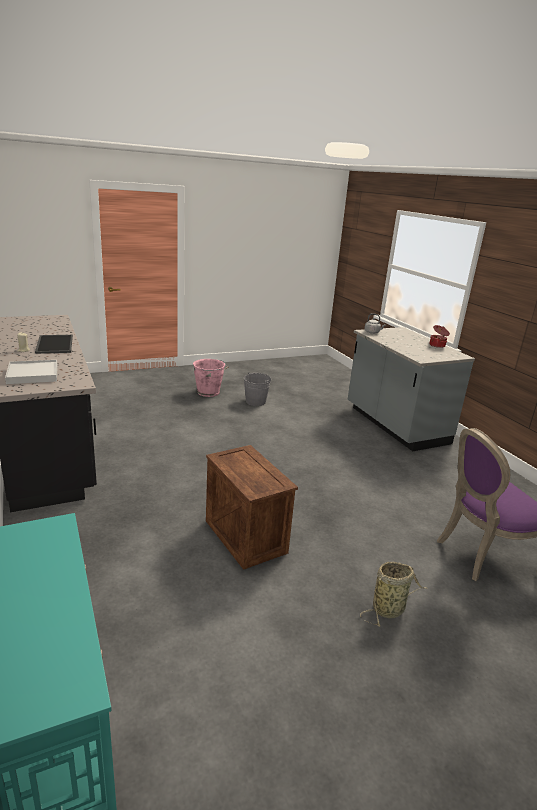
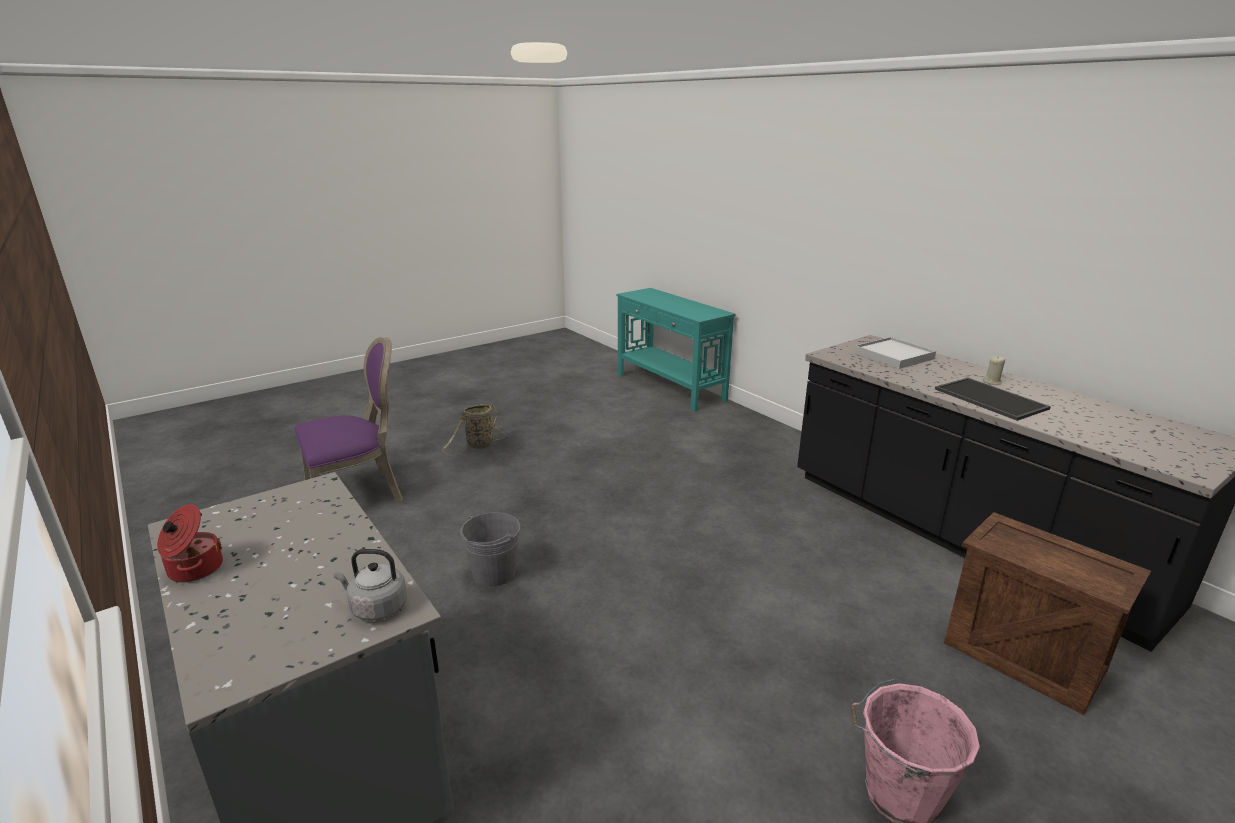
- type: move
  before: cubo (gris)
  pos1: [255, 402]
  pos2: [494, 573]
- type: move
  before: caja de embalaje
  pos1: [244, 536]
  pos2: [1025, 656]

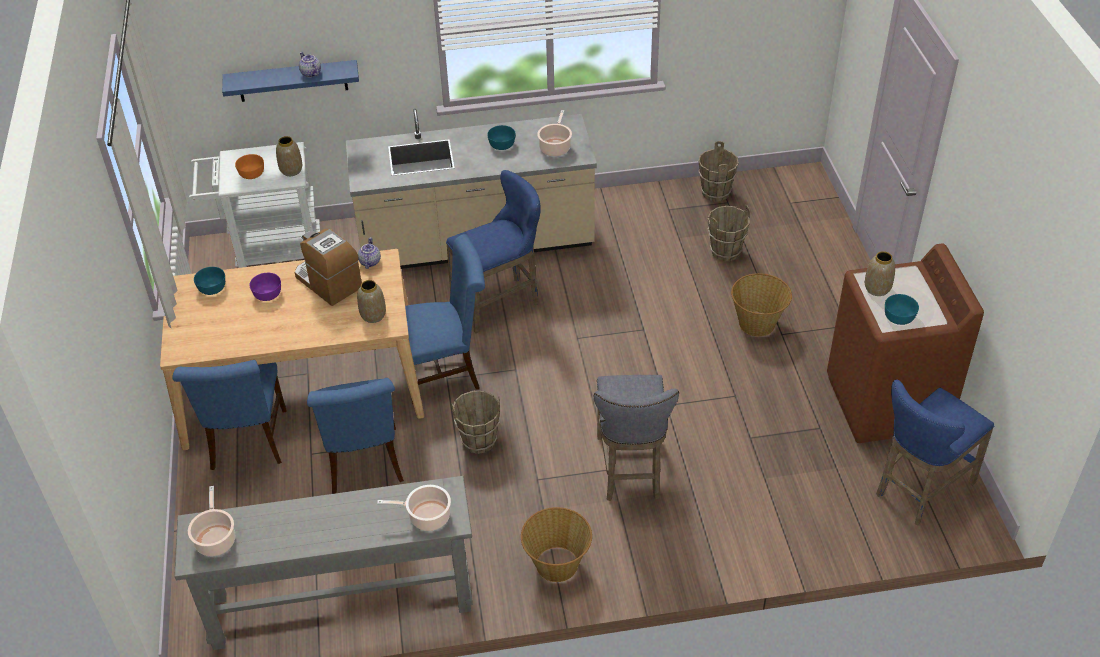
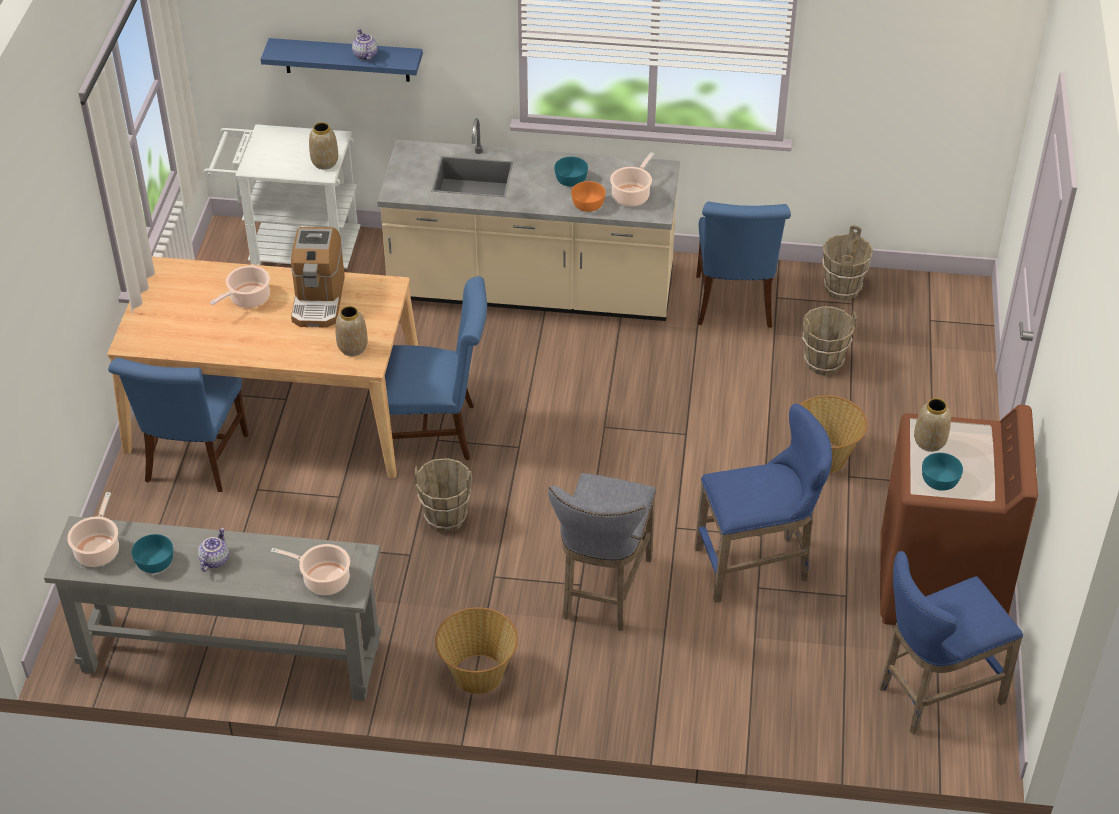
- type: move
  before: cuenco (turquesa)
  pos1: [212, 287]
  pos2: [155, 562]
- type: move
  before: tetera
  pos1: [369, 262]
  pos2: [214, 560]
- type: replace
  before: cuenco (morado)
  after: olla
  pos1: [267, 294]
  pos2: [247, 299]
- type: rotate
  before: cafetera
  pos1: [328, 282]
  pos2: [318, 299]
  turn: -150
- type: move
  before: cuenco (naranja)
  pos1: [251, 174]
  pos2: [588, 205]
- type: move
  before: taburete (azul)
  pos1: [500, 302]
  pos2: [758, 566]
- type: move
  before: silla (azul)
  pos1: [364, 465]
  pos2: [735, 305]

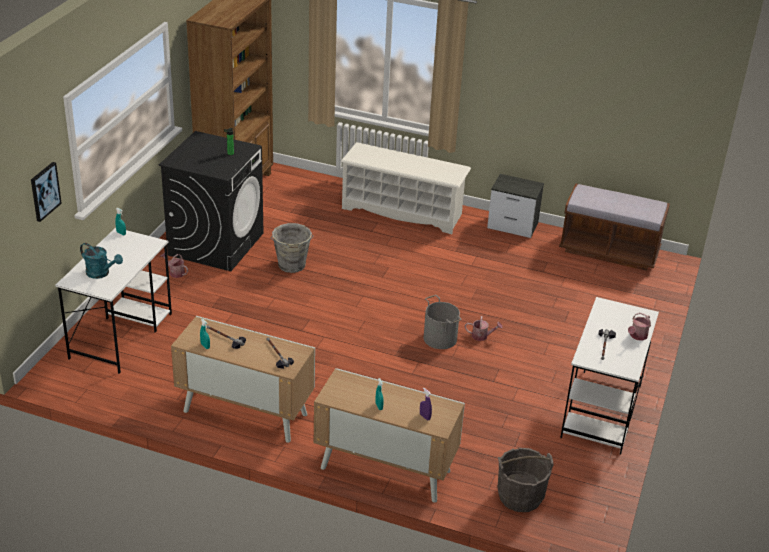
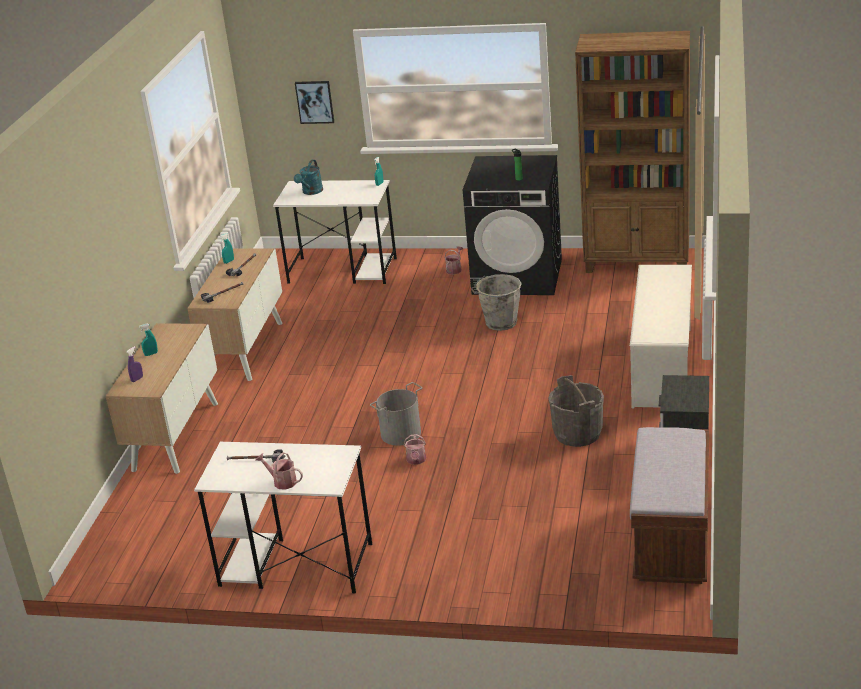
- type: move
  before: cubo (gris)
  pos1: [520, 496]
  pos2: [578, 434]

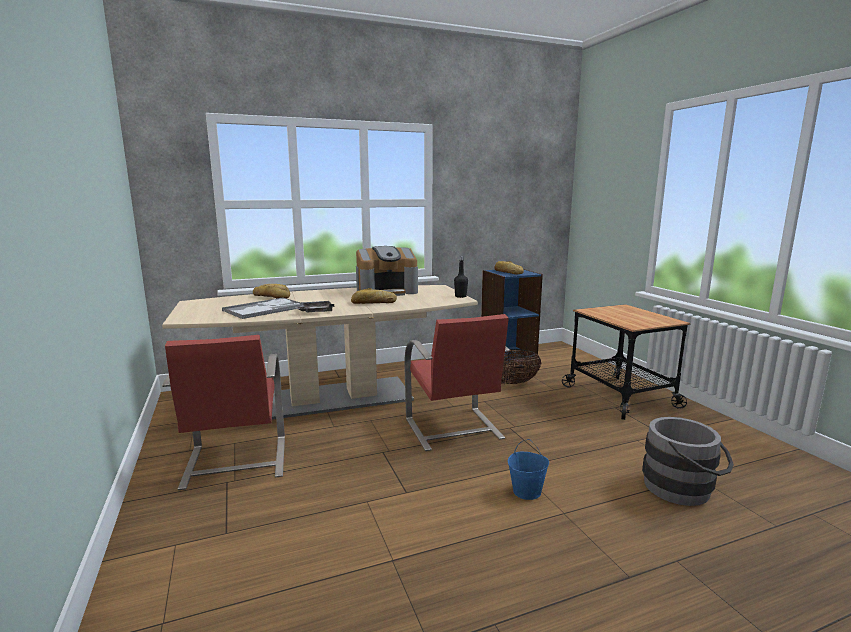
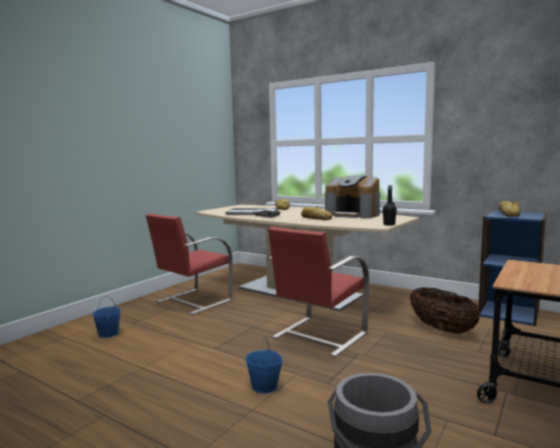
- type: insert
  after: cubo (azul)
  pos2: [108, 334]

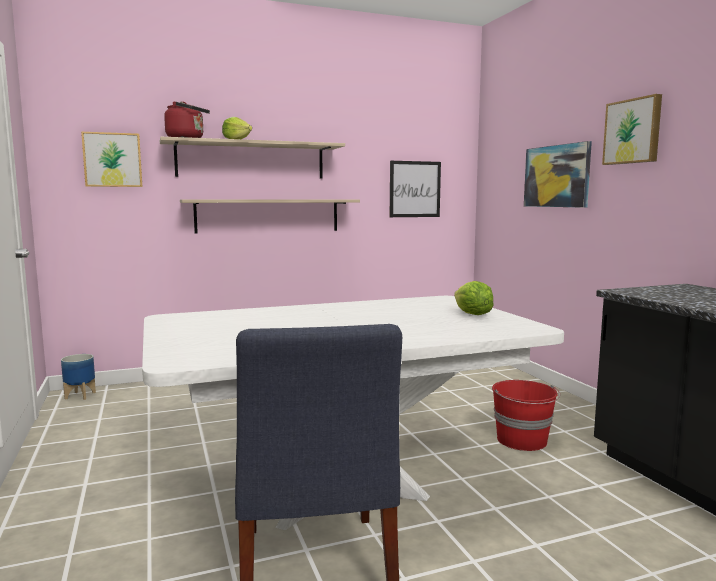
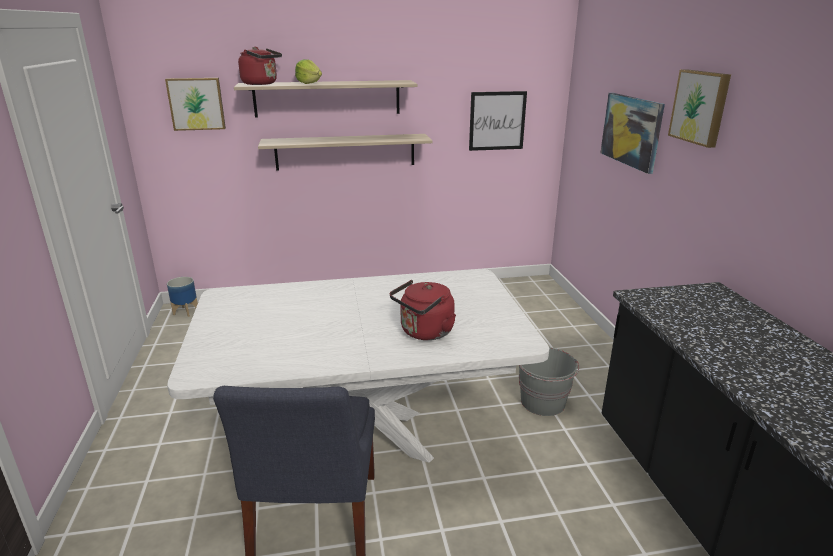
- type: insert
  after: hervidor (rojo)
  pos2: [424, 332]
- type: recolor
  before: cubo (rojo)
  after: cubo (gris)
  pos1: [522, 440]
  pos2: [543, 403]
- type: delete
  before: lechuga
  pos1: [472, 314]

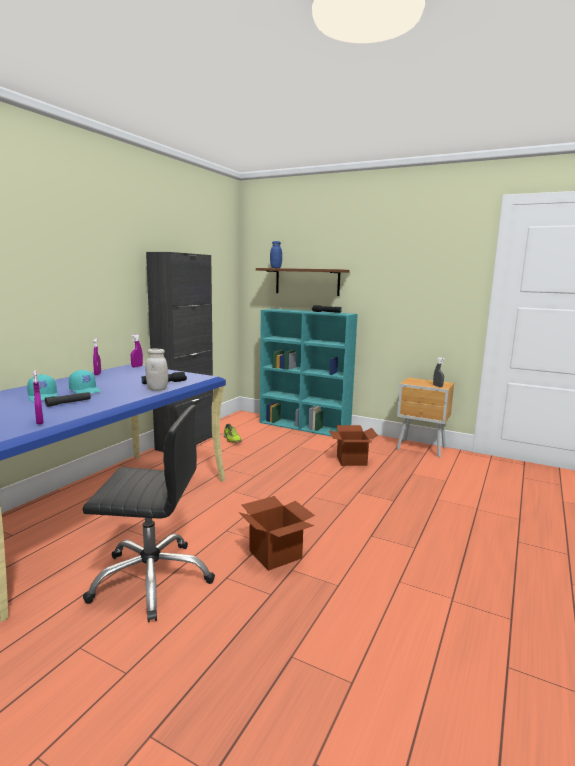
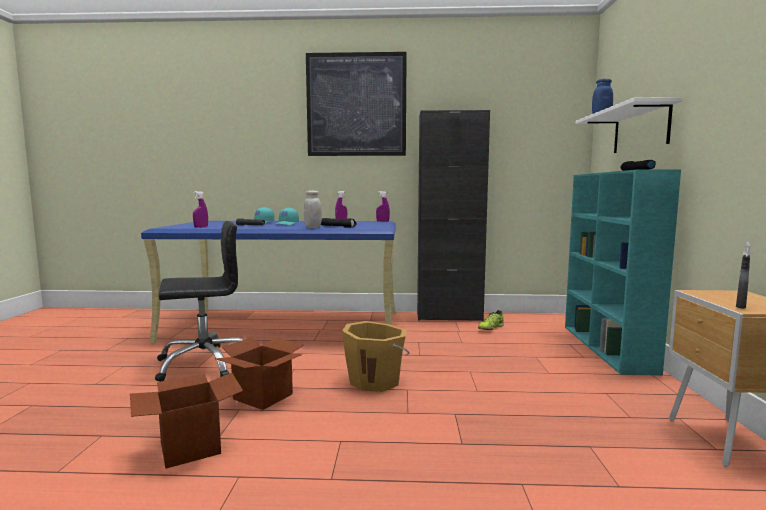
- type: move
  before: caja de cartón
  pos1: [351, 460]
  pos2: [190, 448]
- type: rotate
  before: silla de oficina (negro)
  pos1: [152, 579]
  pos2: [205, 363]
  turn: -90
- type: insert
  after: cuadro
  pos2: [356, 105]
- type: insert
  after: cubo (naranja)
  pos2: [375, 380]
- type: recolor
  before: estante (marrón)
  after: estante (blanco)
  pos1: [307, 281]
  pos2: [640, 129]

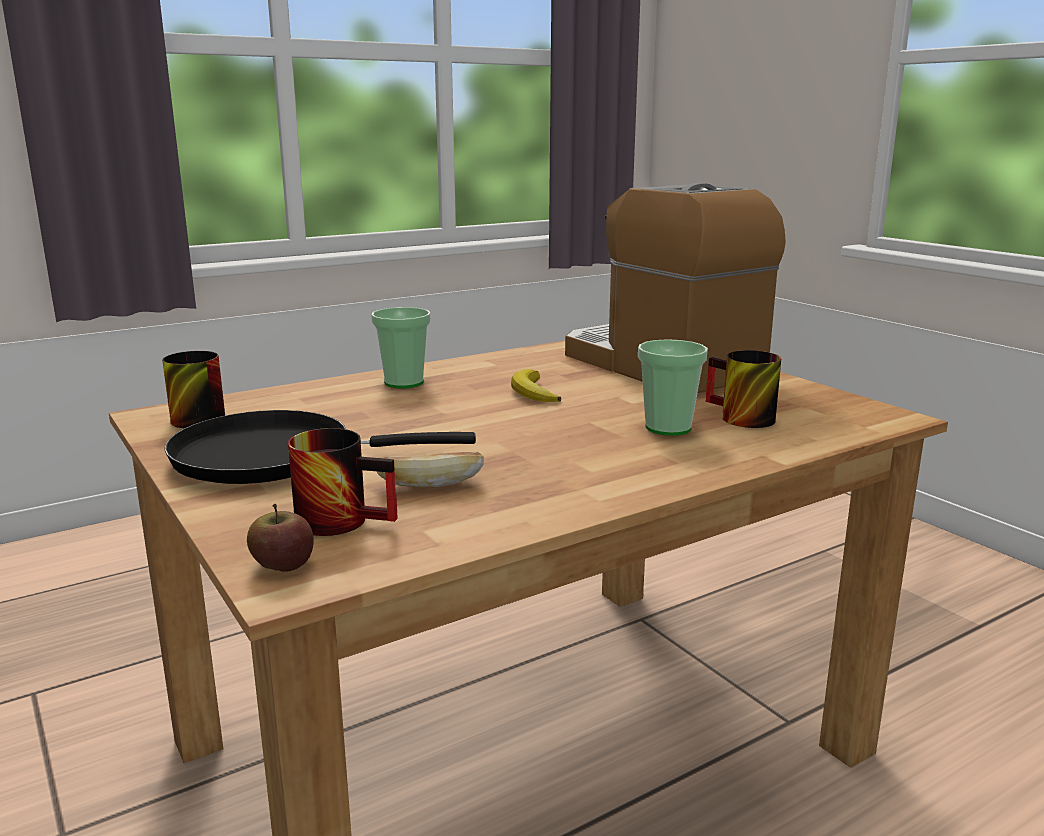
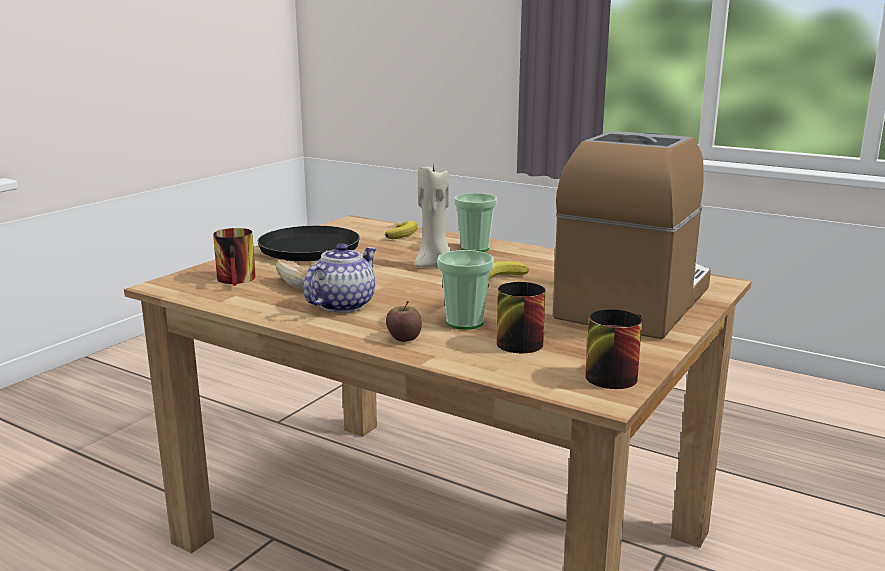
- type: insert
  after: tetera
  pos2: [342, 305]
- type: insert
  after: plátano
  pos2: [403, 233]
- type: move
  before: manzana
  pos1: [282, 565]
  pos2: [404, 338]
- type: insert
  after: vela (beis)
  pos2: [435, 265]
- type: move
  before: taza grande
  pos1: [191, 417]
  pos2: [611, 373]

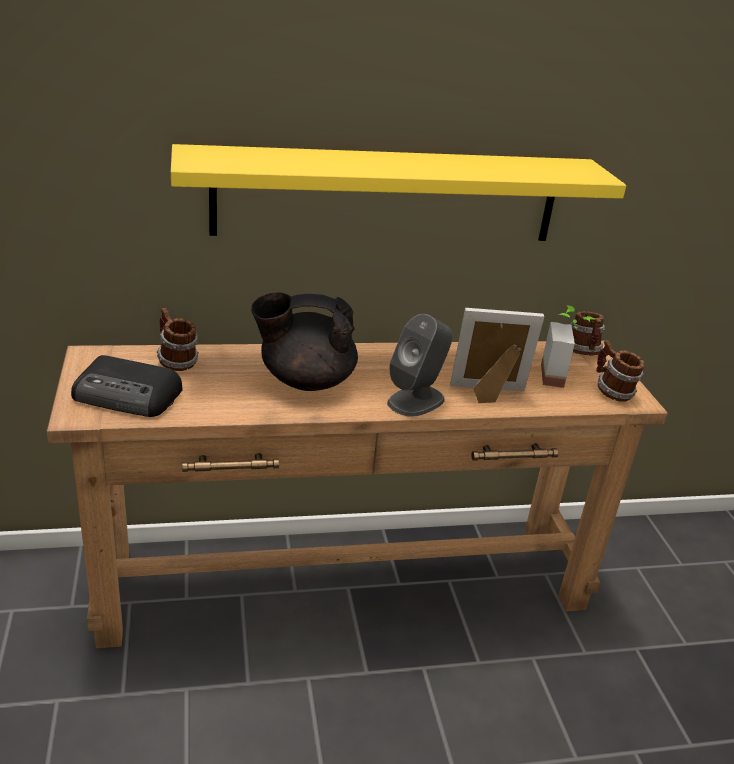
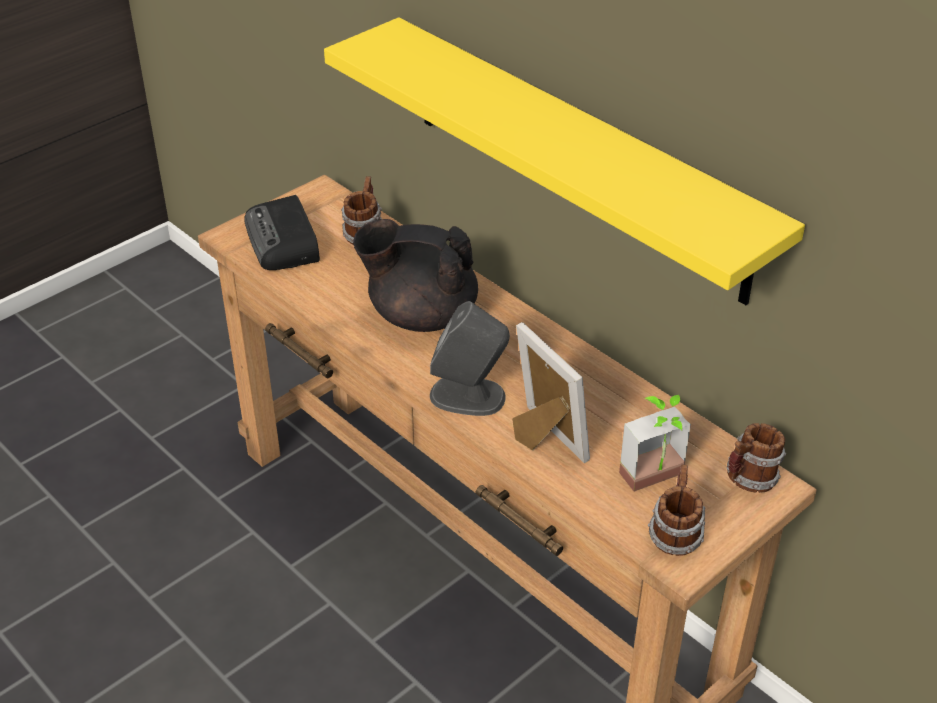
- type: rotate
  before: tetera (negro)
  pos1: [305, 380]
  pos2: [421, 315]
  turn: -45

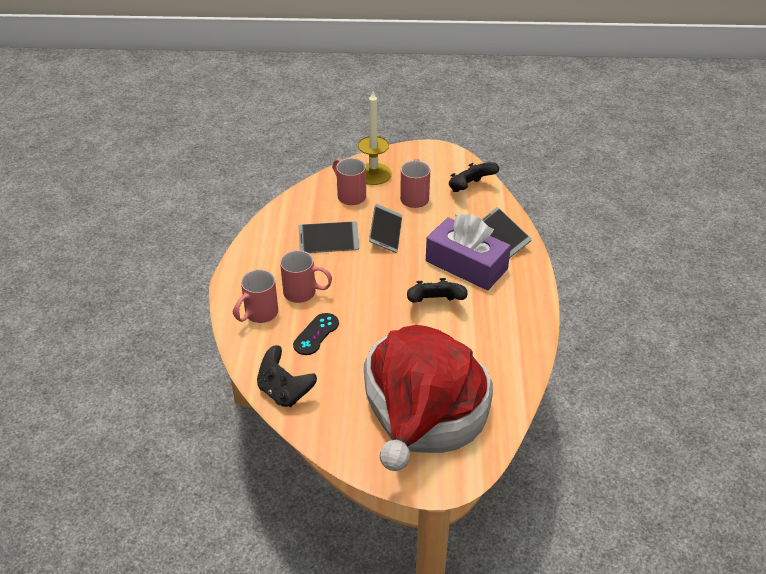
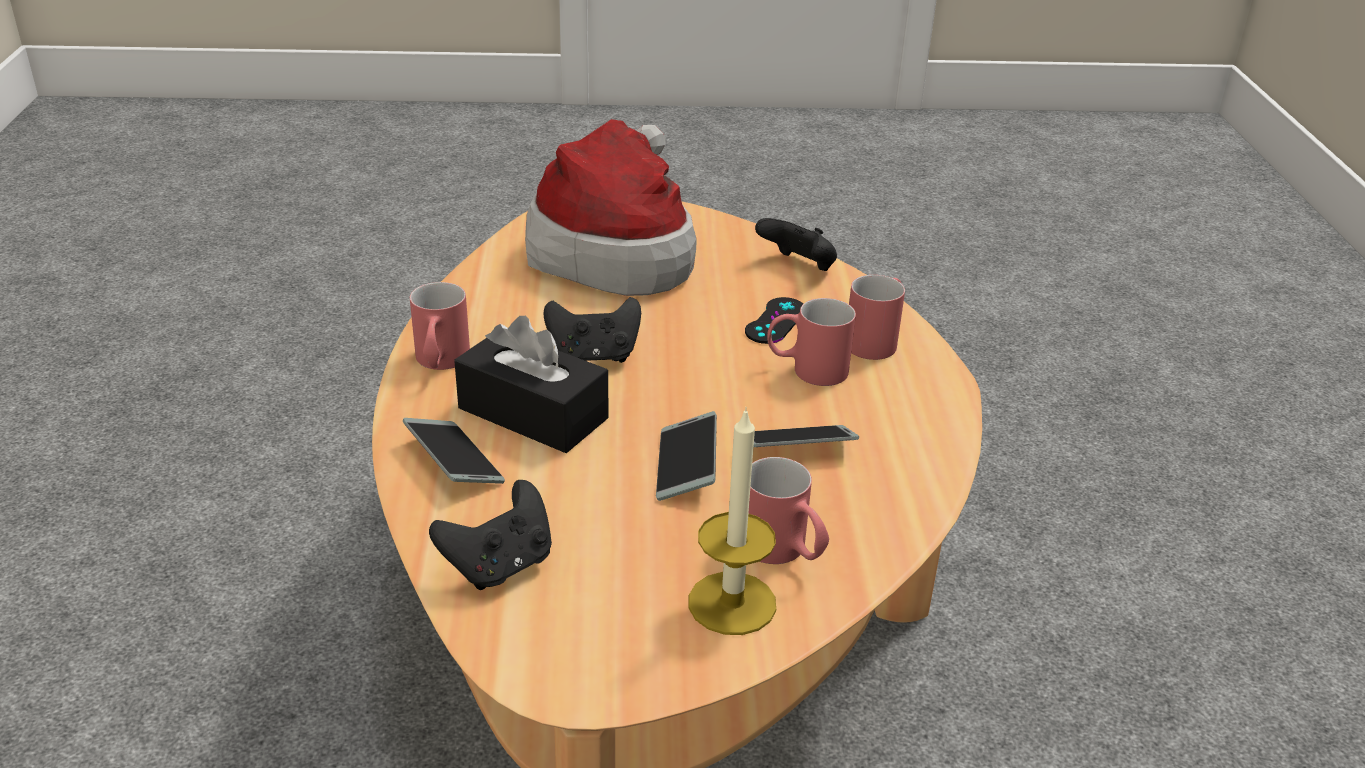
- type: move
  before: taza grande (rojo)
  pos1: [415, 194]
  pos2: [440, 363]
- type: recolor
  before: caja de pañuelos (morado)
  after: caja de pañuelos (negro)
  pos1: [466, 265]
  pos2: [533, 413]

